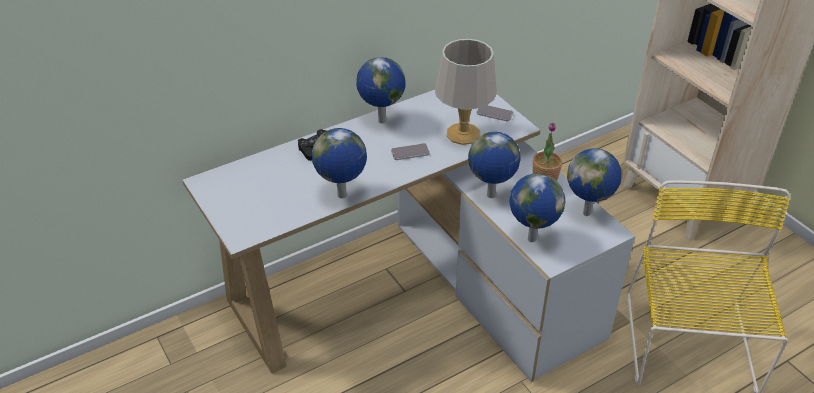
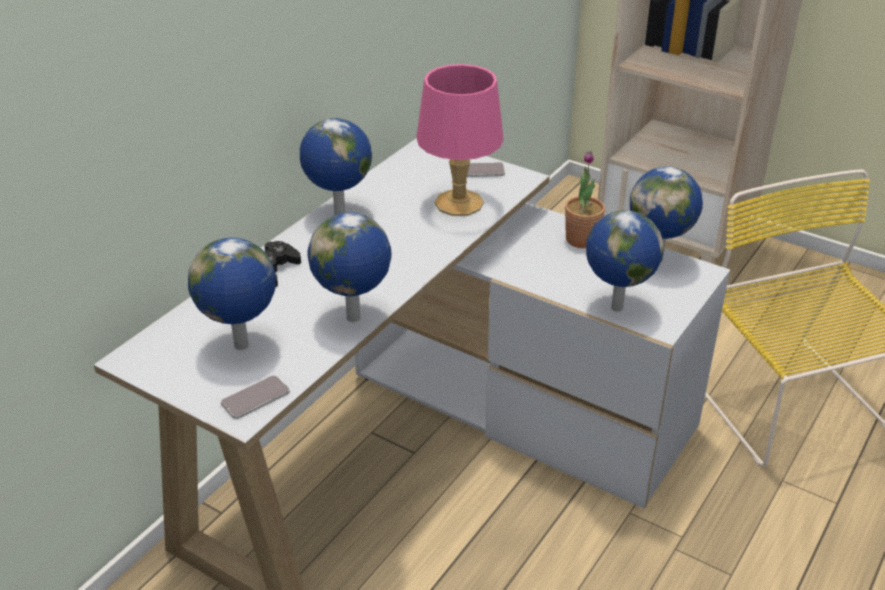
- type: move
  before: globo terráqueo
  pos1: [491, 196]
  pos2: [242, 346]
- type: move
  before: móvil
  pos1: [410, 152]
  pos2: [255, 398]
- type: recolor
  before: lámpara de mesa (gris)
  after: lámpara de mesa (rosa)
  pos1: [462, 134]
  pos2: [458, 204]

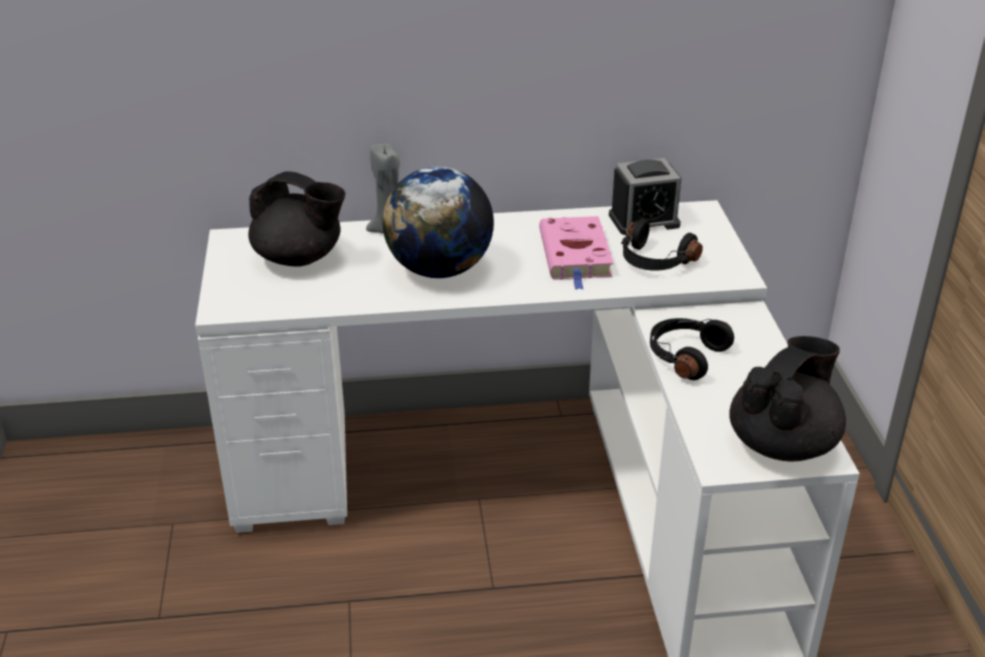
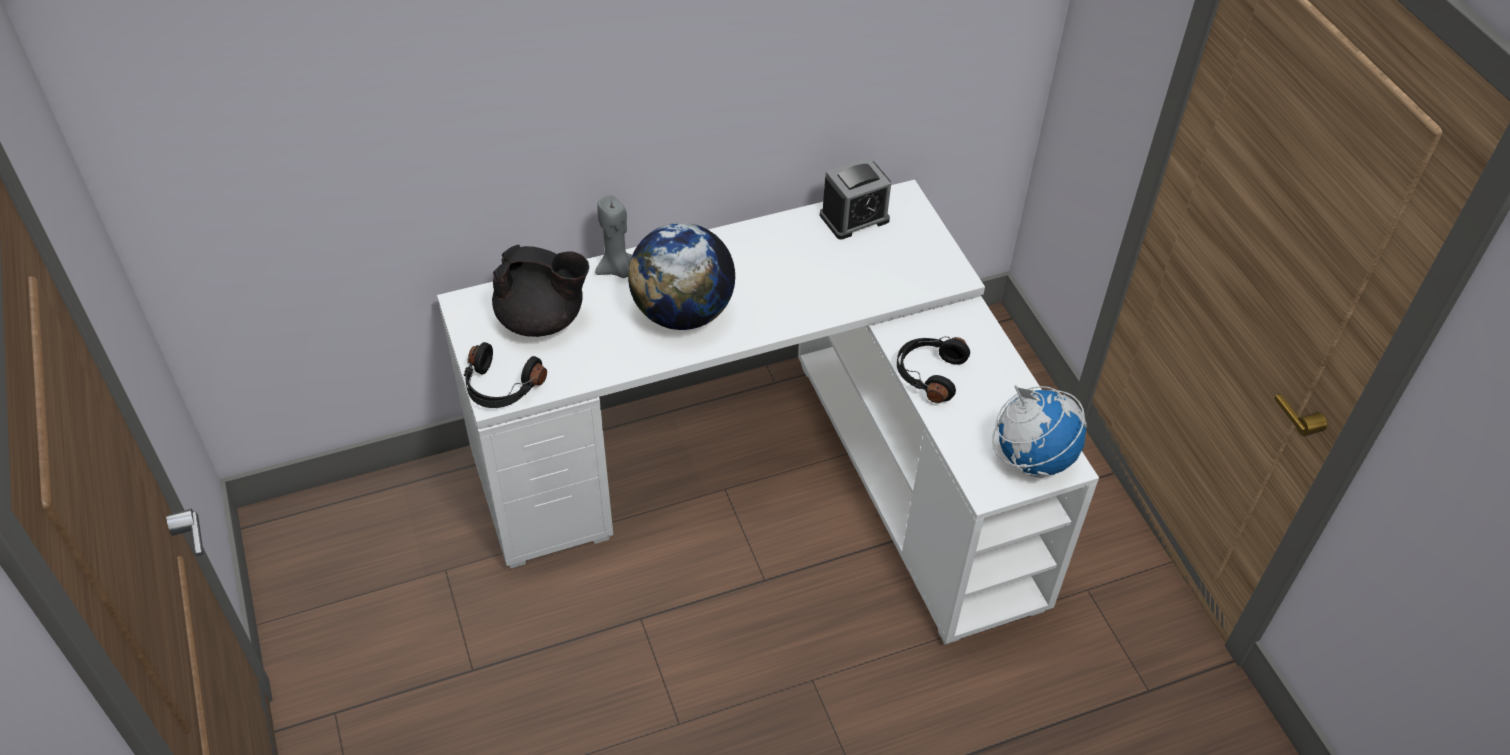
- type: move
  before: auriculares (negro)
  pos1: [654, 261]
  pos2: [500, 388]
- type: replace
  before: tetera (negro)
  after: globo terráqueo
  pos1: [783, 443]
  pos2: [1032, 457]
- type: delete
  before: libro (rosa)
  pos1: [576, 256]

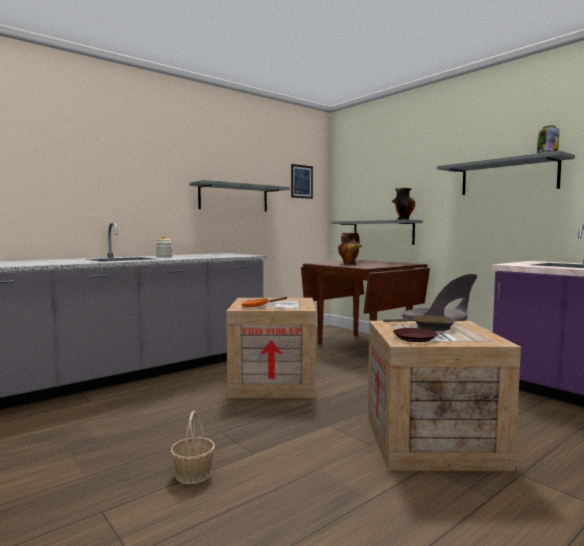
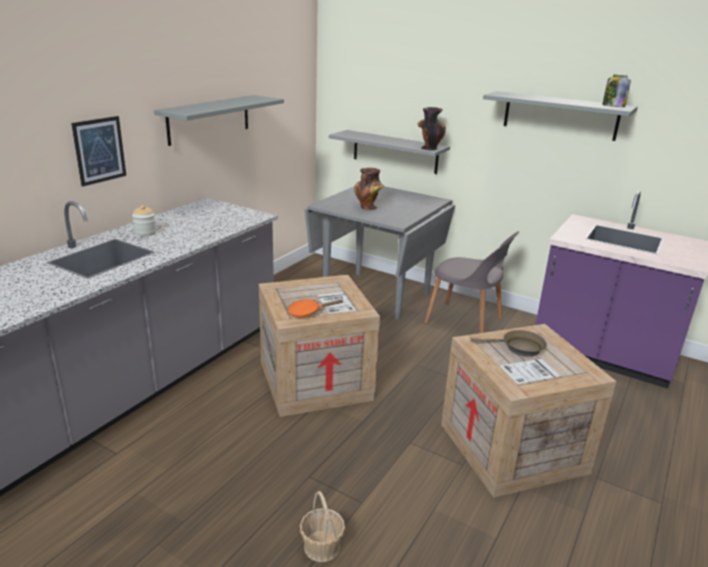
- type: move
  before: cuadro
  pos1: [301, 181]
  pos2: [99, 150]
- type: recolor
  before: mesa de comedor (marrón)
  after: mesa de comedor (gris)
  pos1: [362, 346]
  pos2: [376, 295]
- type: delete
  before: plato (marrón)
  pos1: [415, 338]

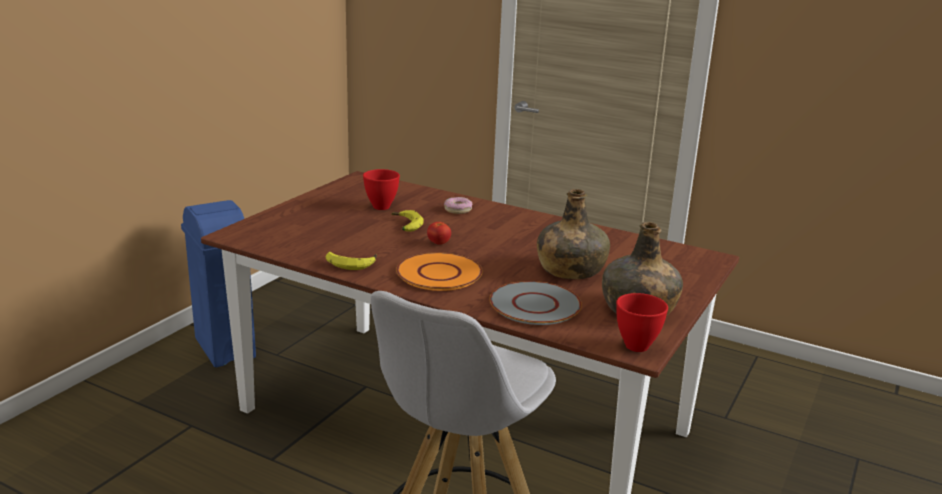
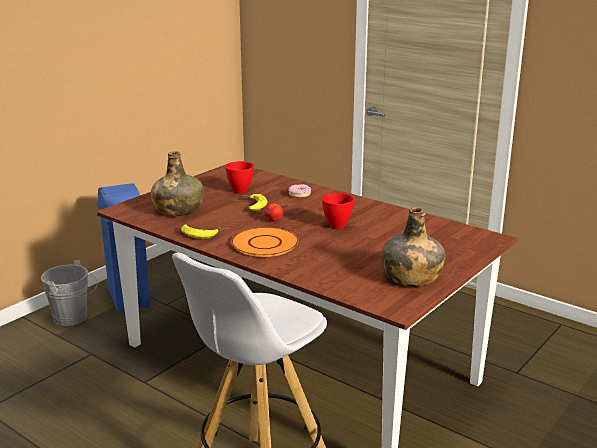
- type: insert
  after: cubo (gris)
  pos2: [73, 318]
- type: move
  before: botella (verde)
  pos1: [570, 270]
  pos2: [178, 210]
- type: move
  before: cuenco (rojo)
  pos1: [638, 346]
  pos2: [338, 226]
- type: delete
  before: plato (gris)
  pos1: [534, 305]

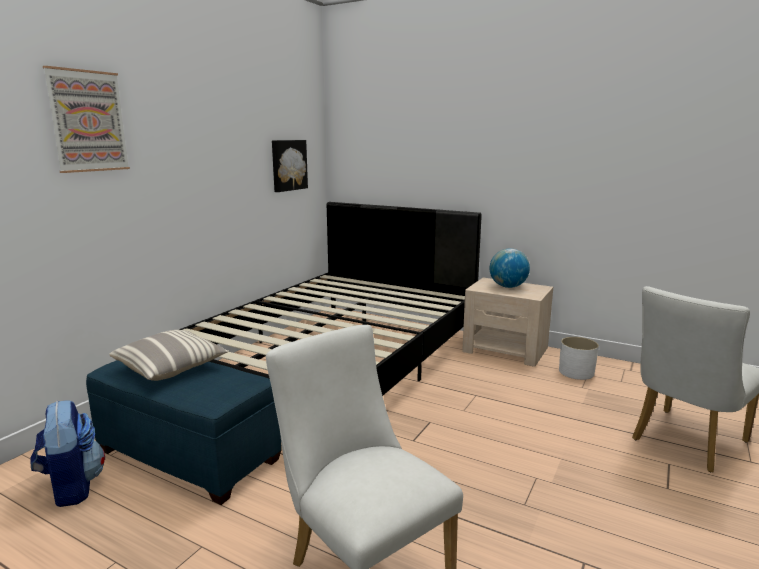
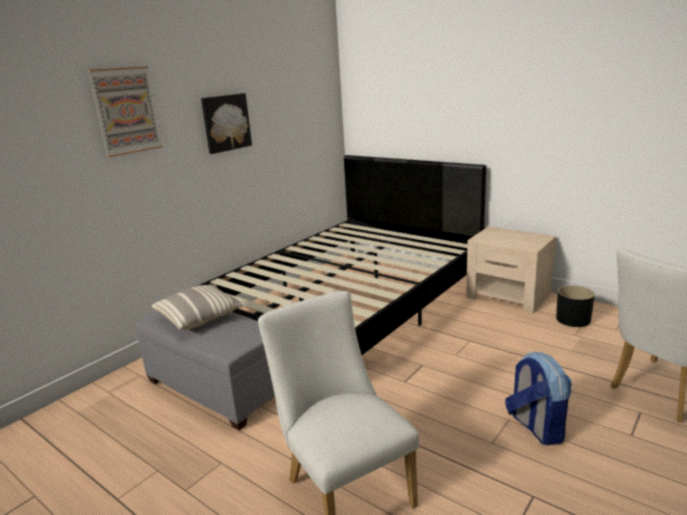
- type: recolor
  before: puf (azul)
  after: puf (gris)
  pos1: [189, 455]
  pos2: [218, 387]
- type: move
  before: cuadro
  pos1: [288, 165]
  pos2: [225, 122]
- type: move
  before: mochila
  pos1: [72, 487]
  pos2: [536, 427]
- type: recolor
  before: maceta (blanco)
  after: maceta (negro)
  pos1: [576, 372]
  pos2: [572, 319]
- type: delete
  before: globo terráqueo
  pos1: [508, 286]

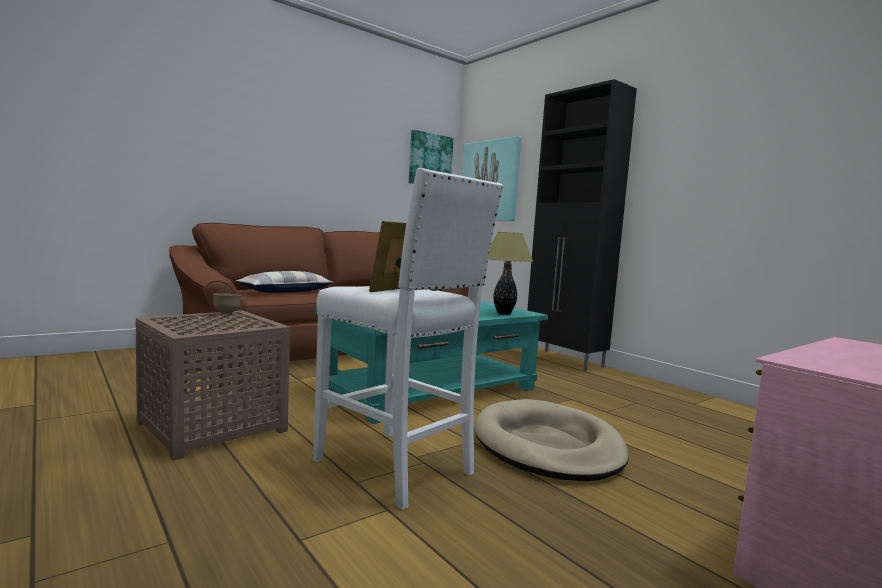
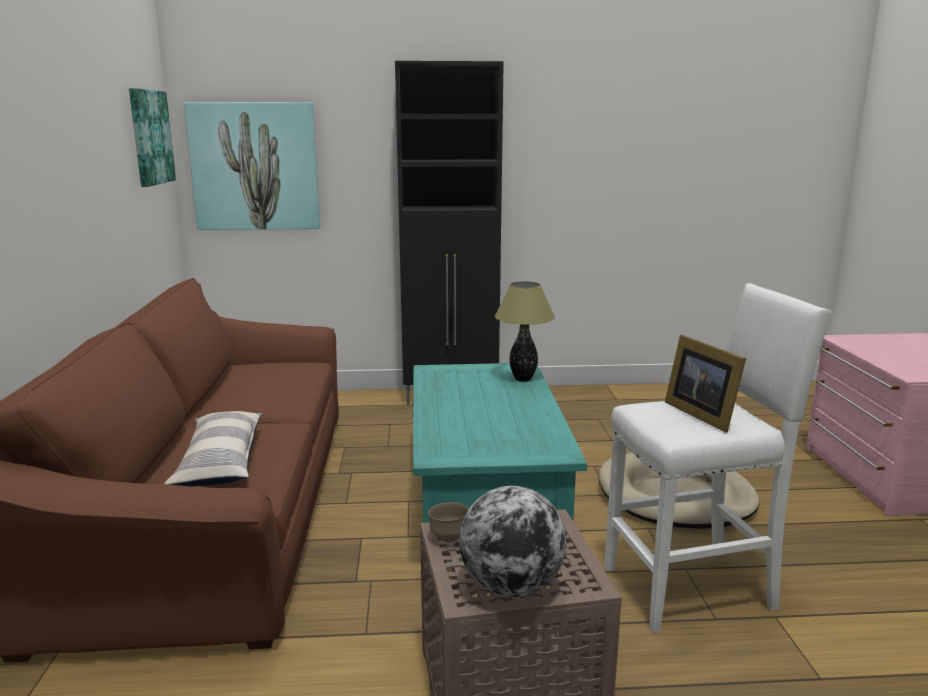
- type: insert
  after: globo terráqueo
  pos2: [511, 586]

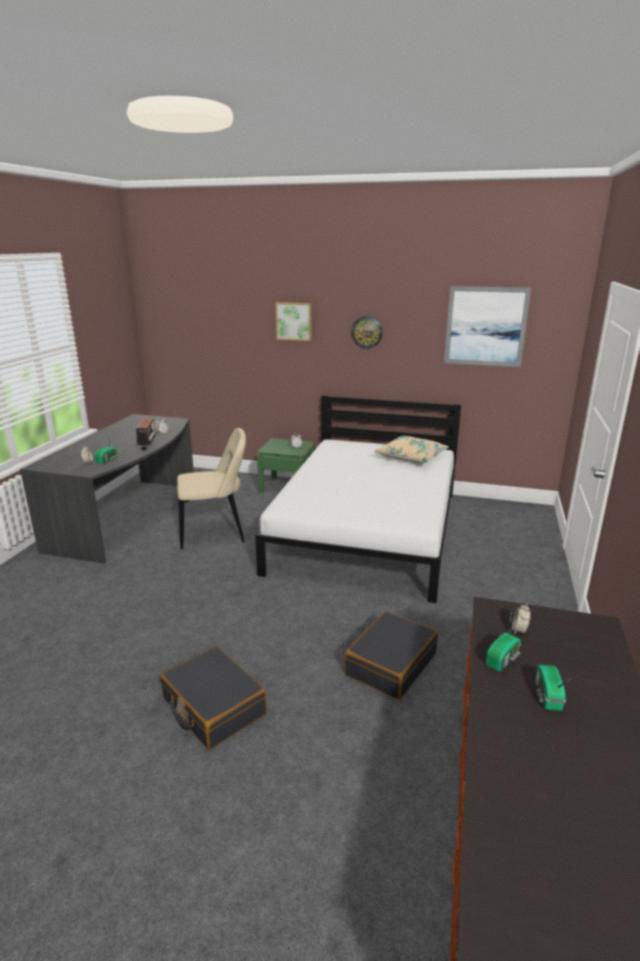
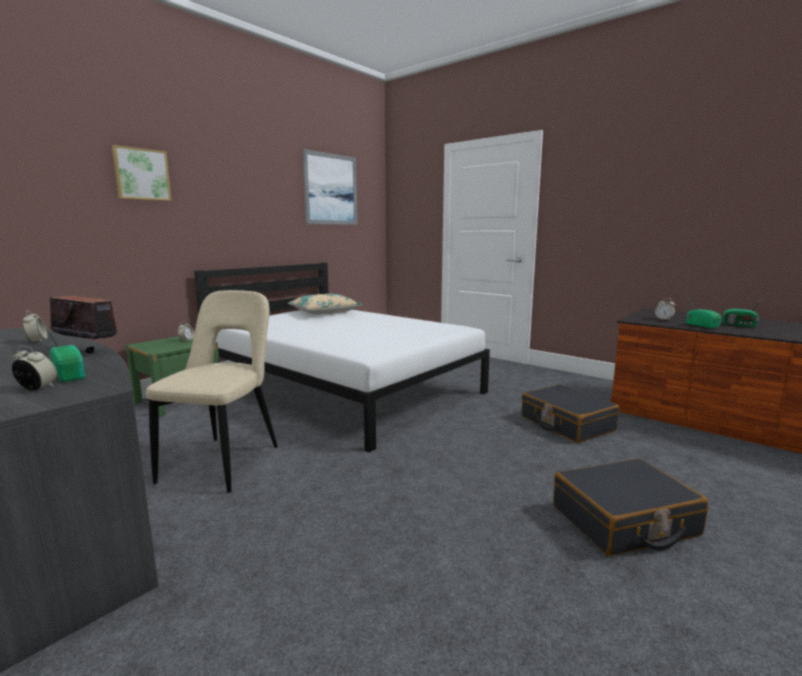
- type: delete
  before: reloj de pared
  pos1: [366, 332]

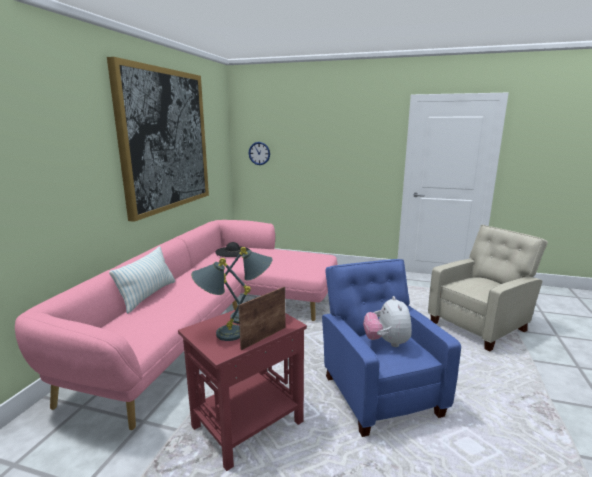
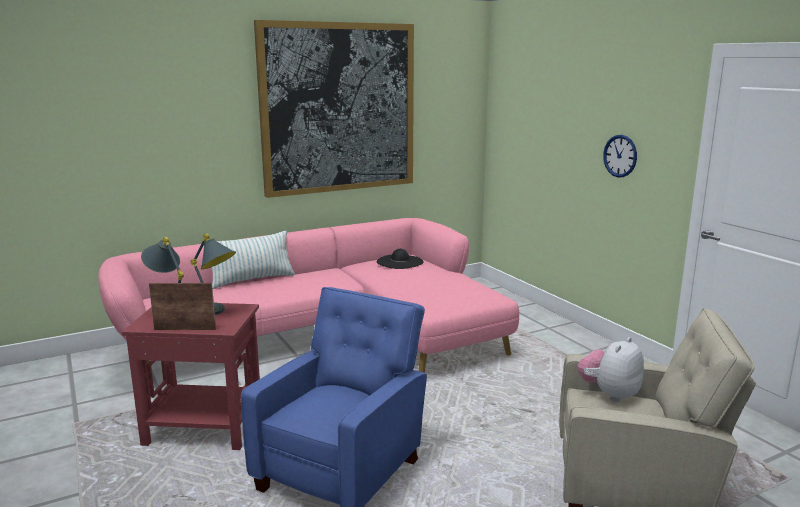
- type: move
  before: peluche
  pos1: [386, 342]
  pos2: [609, 394]
- type: move
  before: reloj de pared
  pos1: [259, 153]
  pos2: [620, 156]

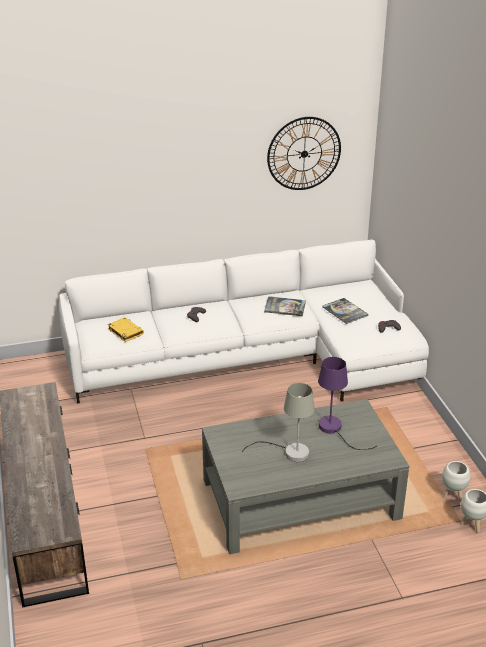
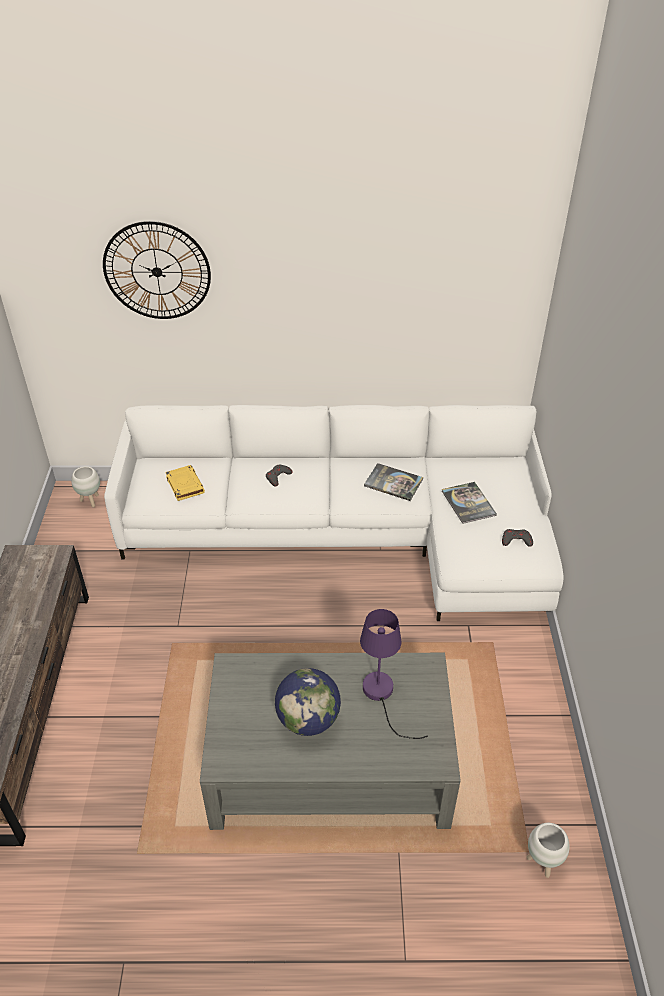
- type: move
  before: maceta (blanco)
  pos1: [452, 496]
  pos2: [90, 501]
- type: move
  before: reloj de pared
  pos1: [304, 154]
  pos2: [157, 271]
- type: replace
  before: lámpara de mesa (gris)
  after: globo terráqueo
  pos1: [289, 452]
  pos2: [308, 720]

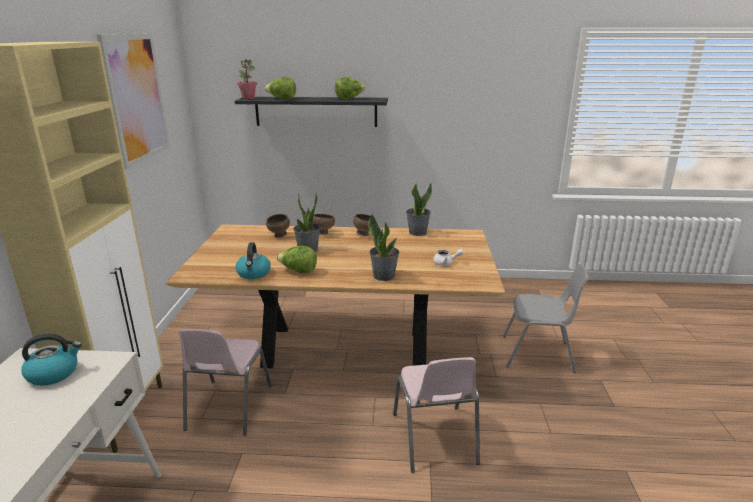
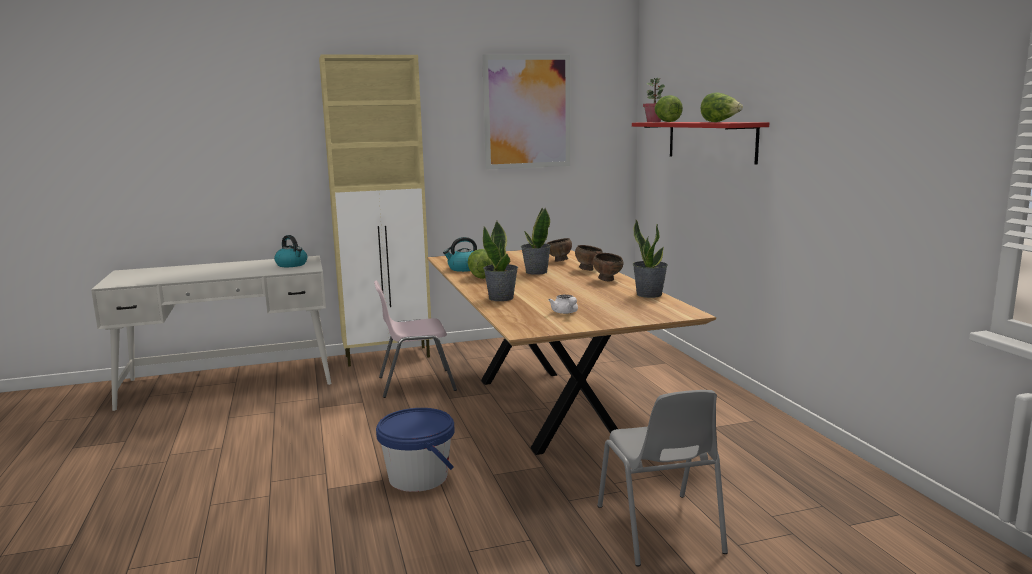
- type: replace
  before: silla (rosa)
  after: cubo (azul)
  pos1: [434, 439]
  pos2: [418, 477]
- type: recolor
  before: estante (negro)
  after: estante (rojo)
  pos1: [316, 111]
  pos2: [710, 141]

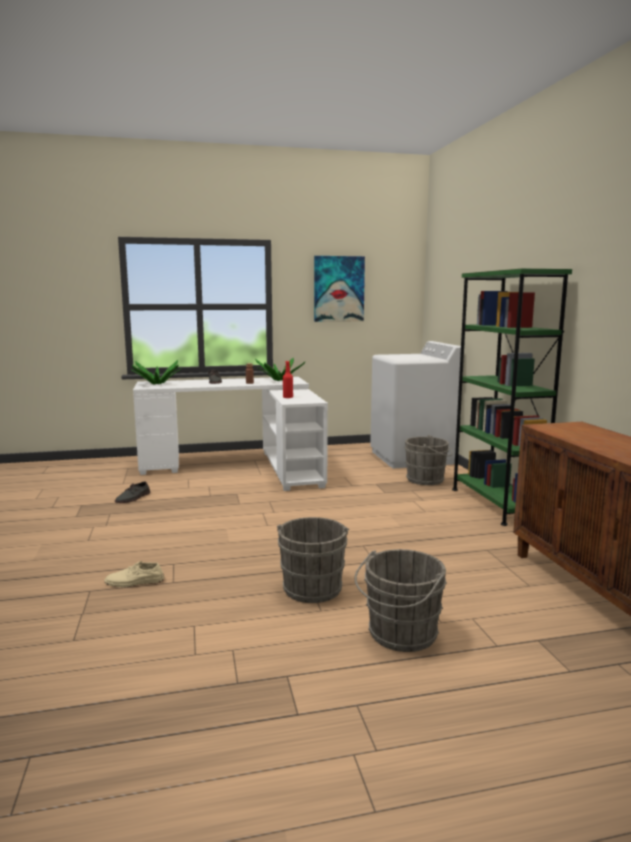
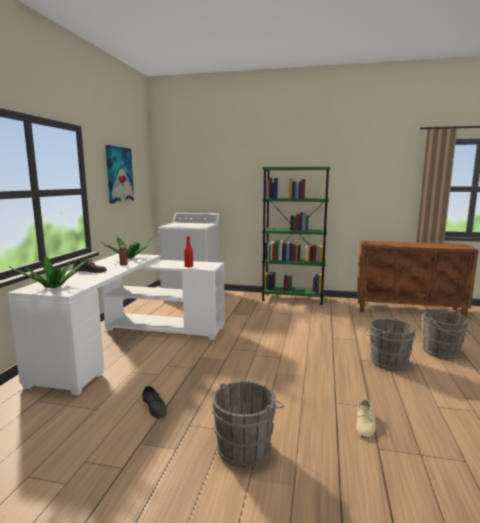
- type: move
  before: cubo (gris)
  pos1: [427, 480]
  pos2: [246, 446]

